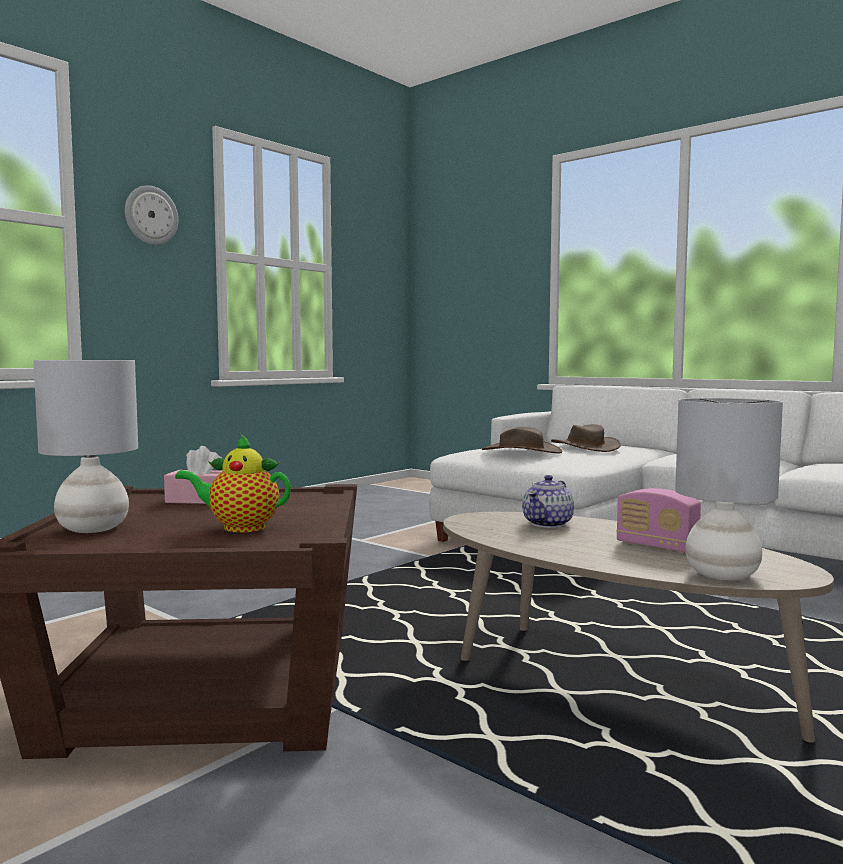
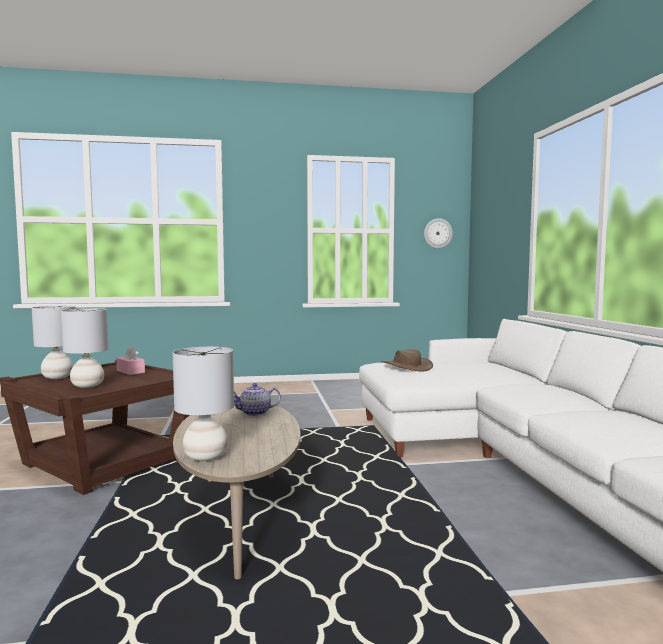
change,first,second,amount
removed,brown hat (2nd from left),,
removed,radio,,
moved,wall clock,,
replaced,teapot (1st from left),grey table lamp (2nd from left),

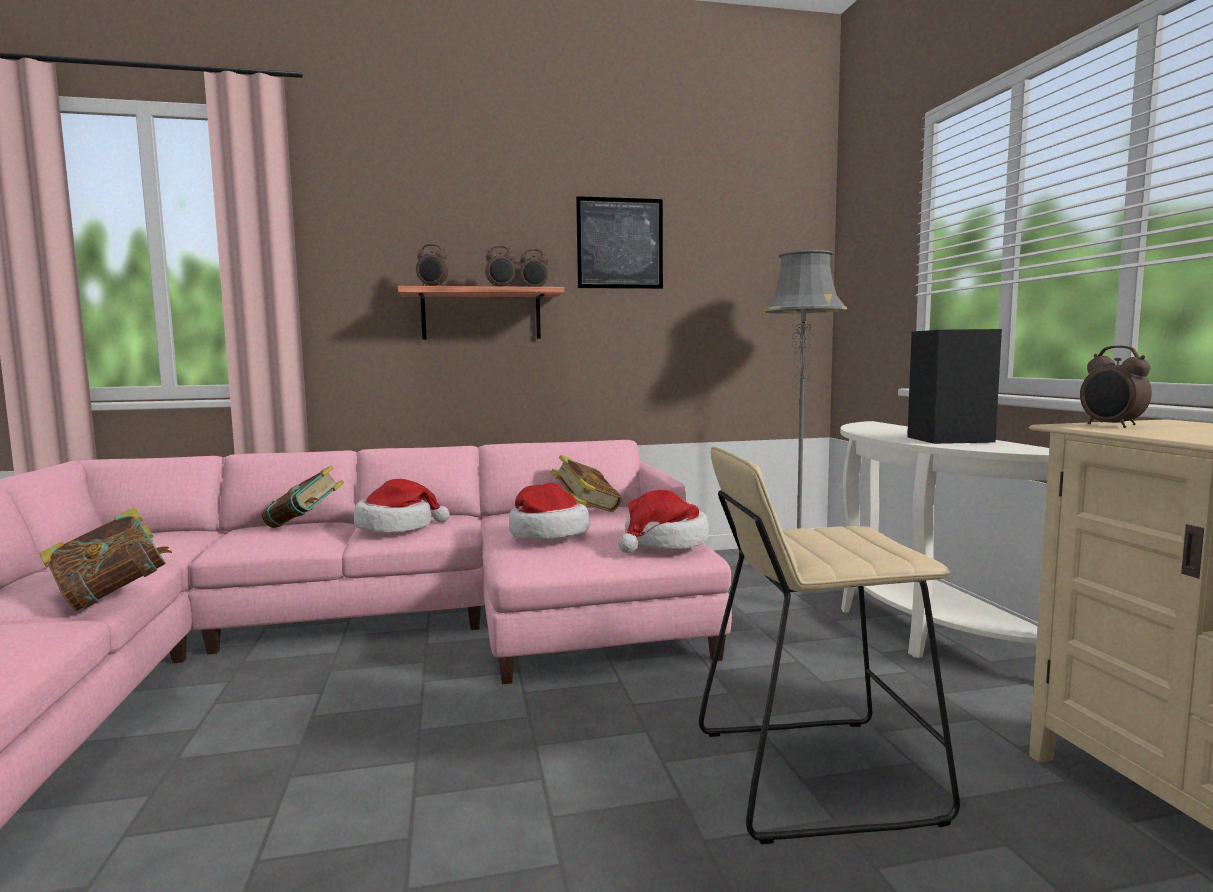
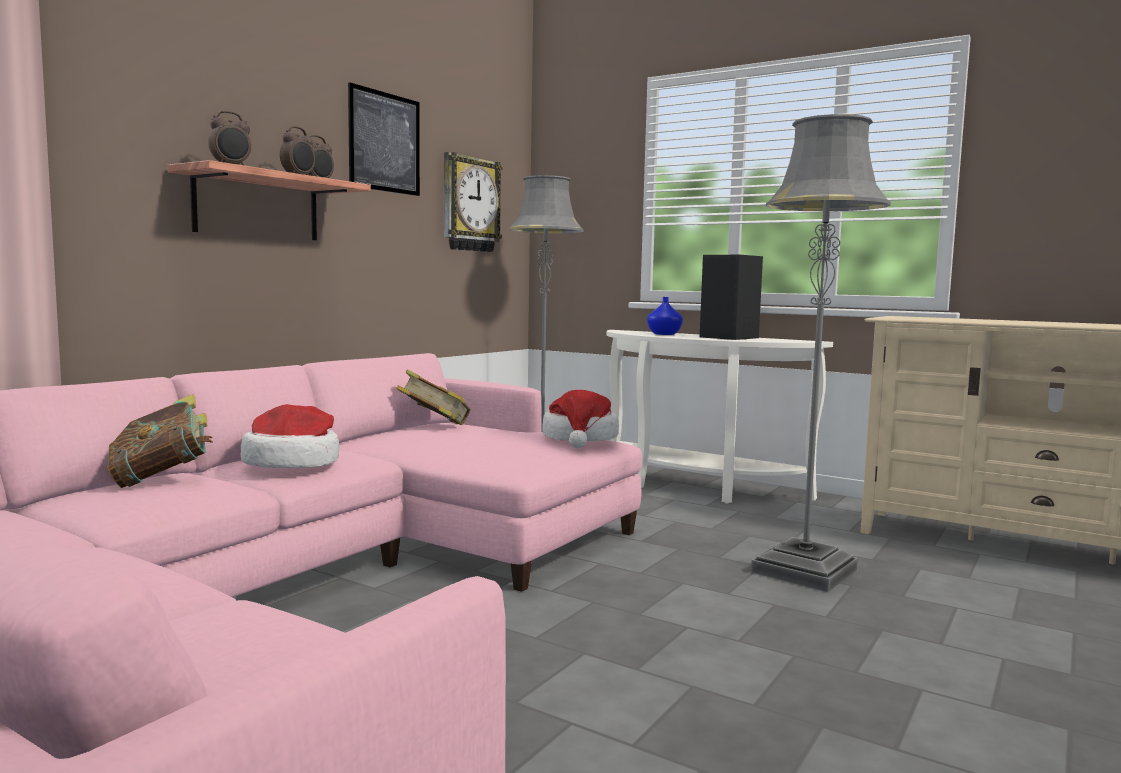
change,first,second,amount
removed,book (1st from left),,
removed,hat (2nd from left),,
removed,alarm clock (4th from left),,
added,,wall clock,
added,,blue vase,
replaced,beige stool,grey floor lamp (2nd from left),

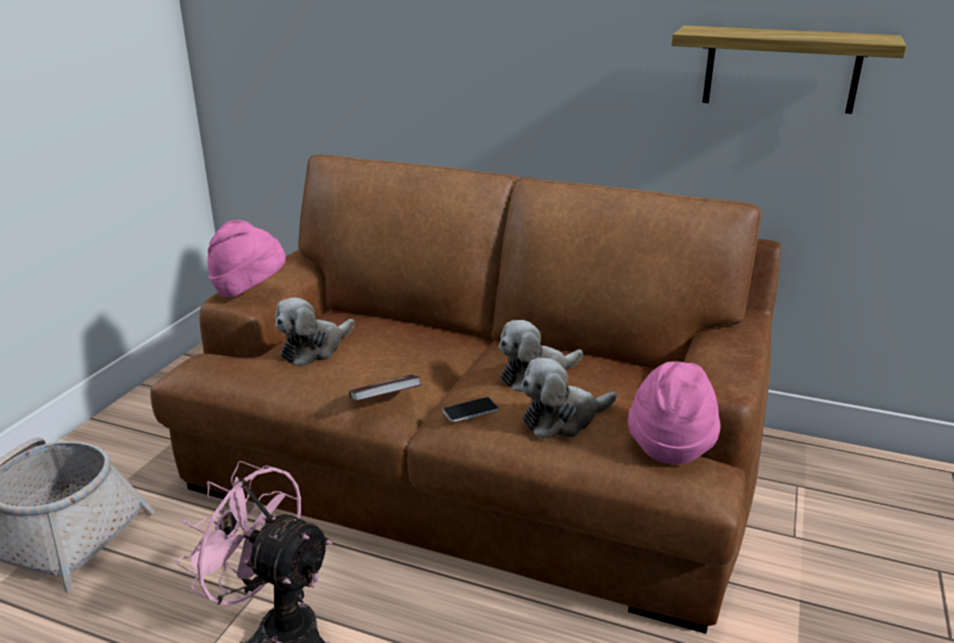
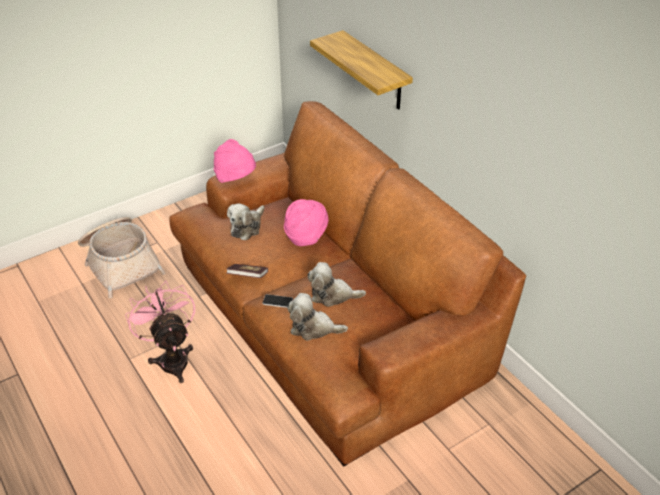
change,first,second,amount
moved,pink hat (2nd from left),,
moved,shelf,,
turned,plush toy (1st from left),,45 degrees counterclockwise

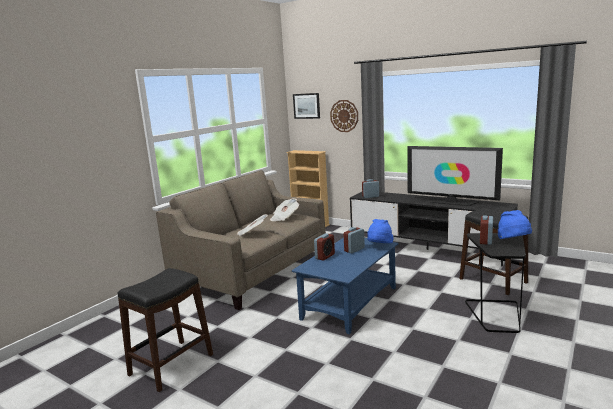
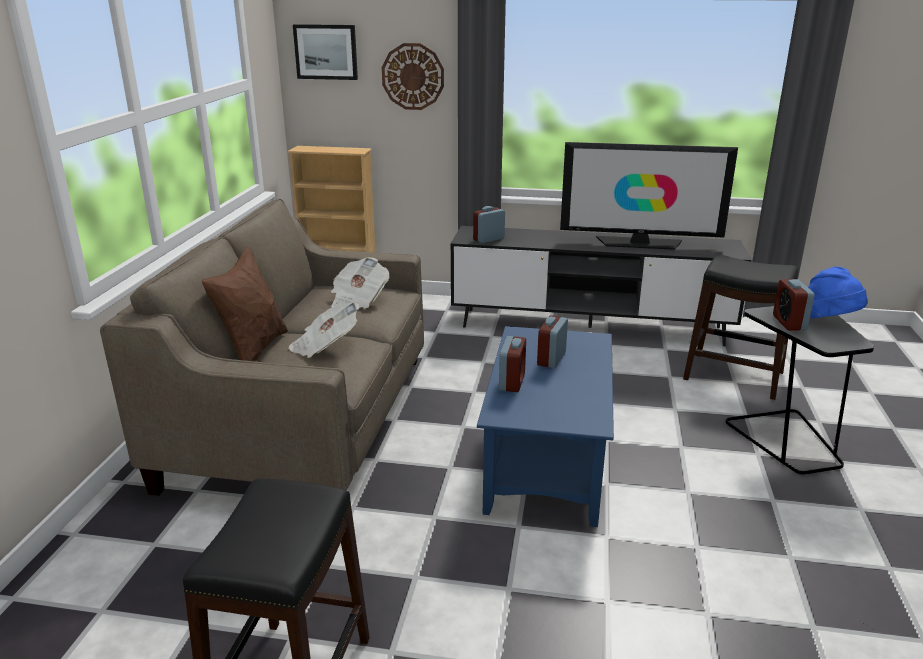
change,first,second,amount
removed,blue hat (1st from left),,
added,,brown pillow,

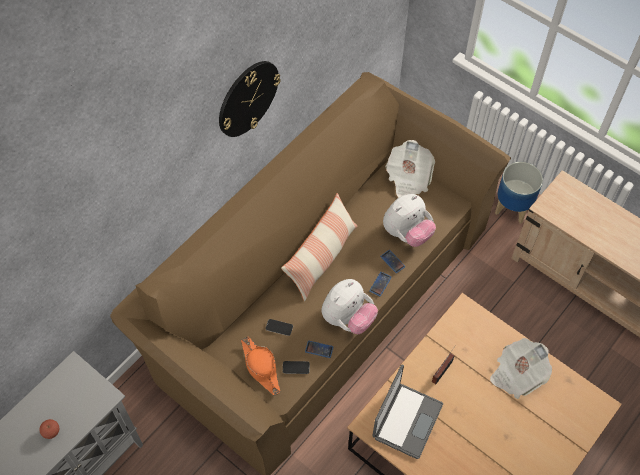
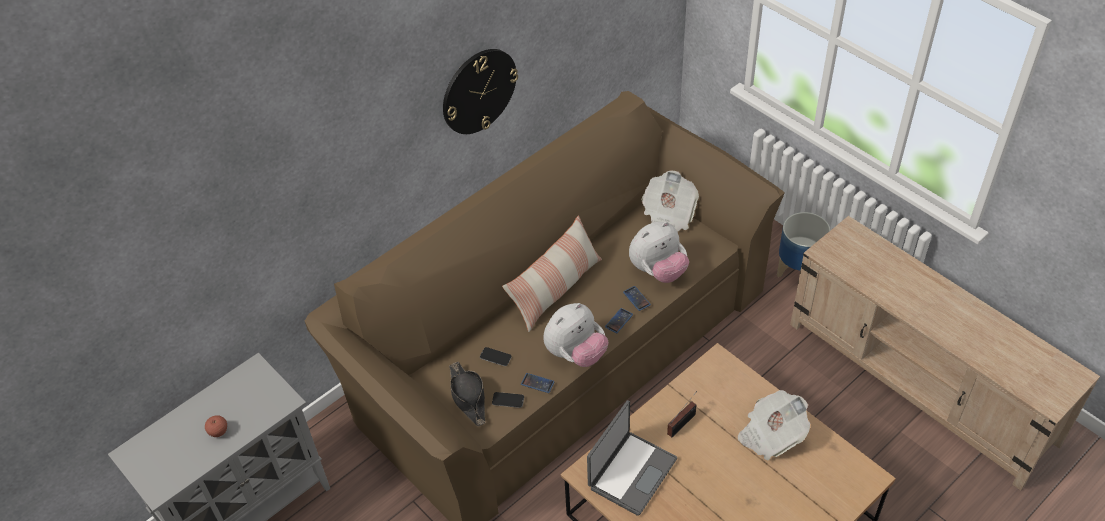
change,first,second,amount
recoloured,orange hat,black hat,

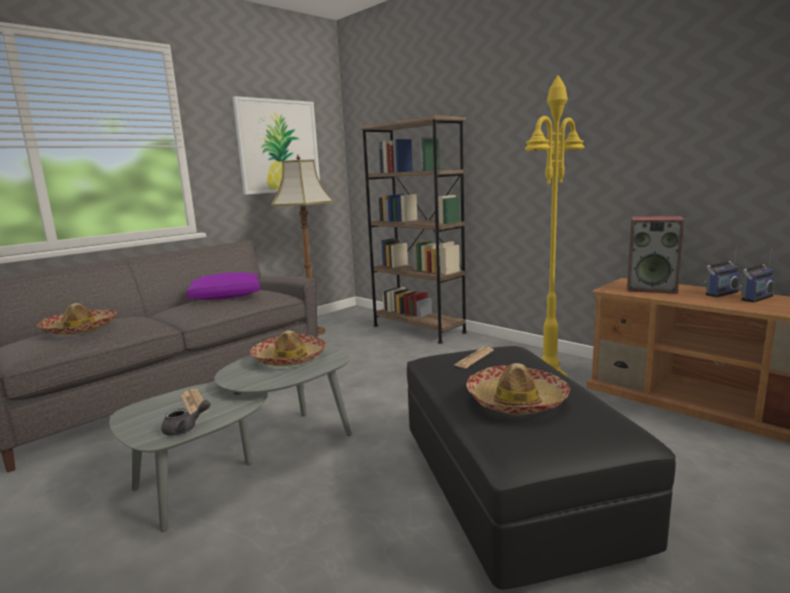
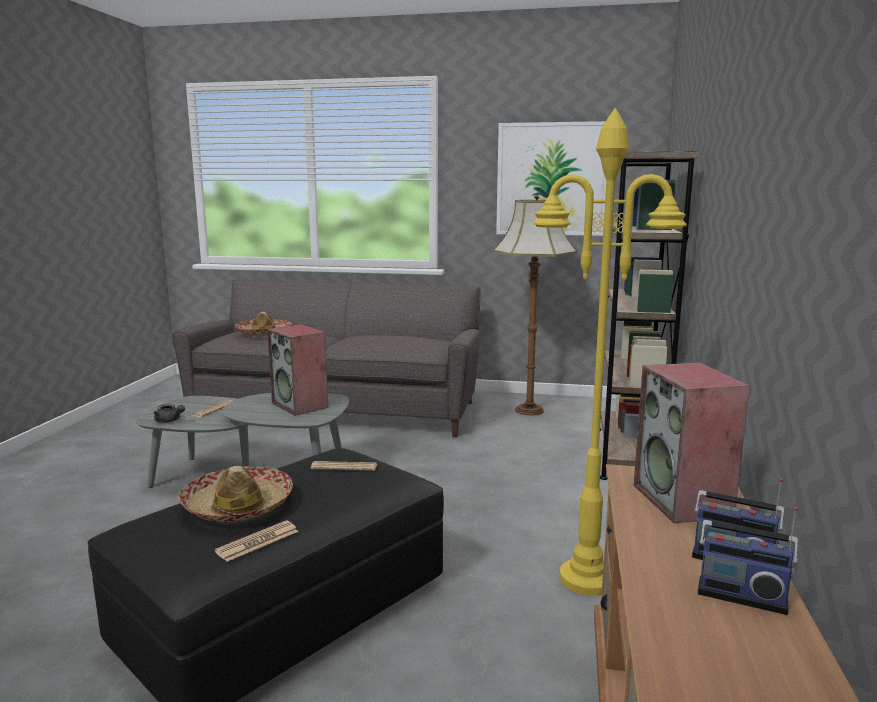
change,first,second,amount
removed,purple pillow,,
added,,newspaper (2nd from left),
replaced,hat (2nd from left),speaker (1st from left),

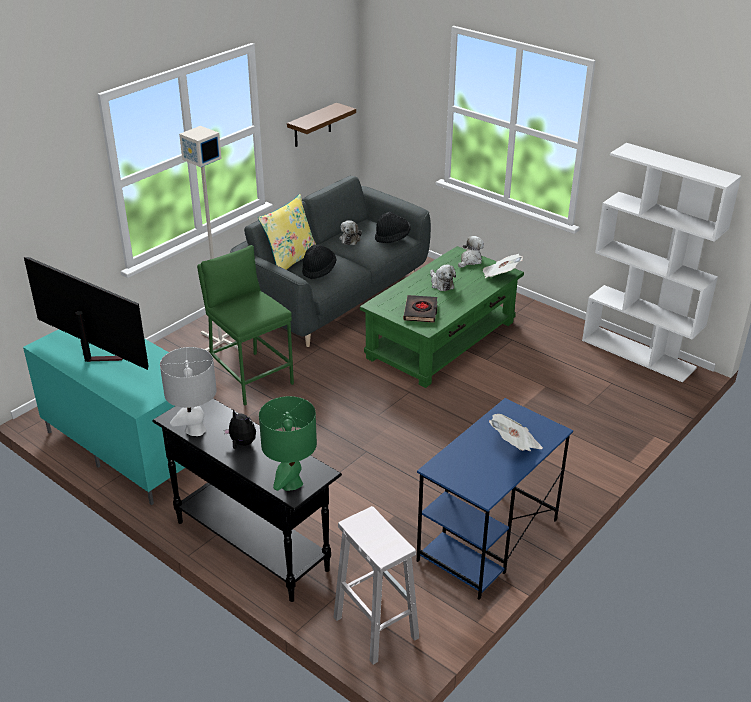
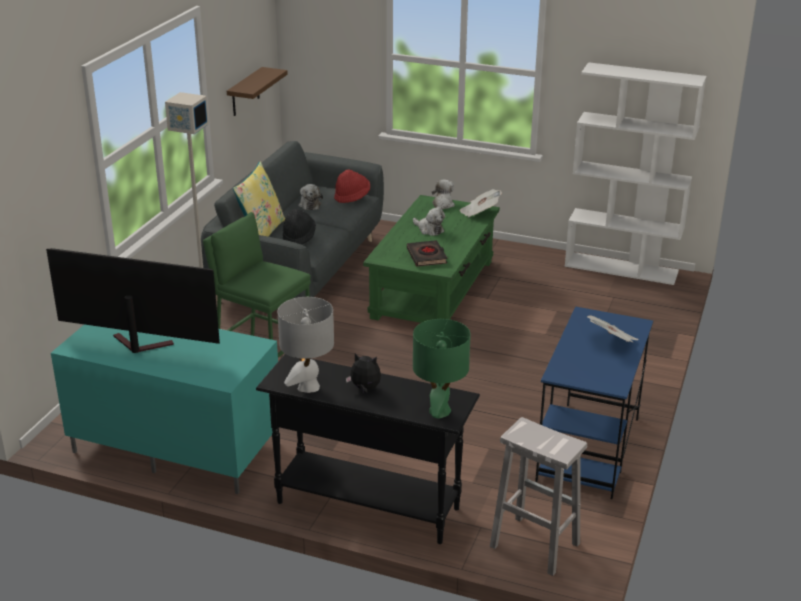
change,first,second,amount
recoloured,black hat (2nd from left),red hat,

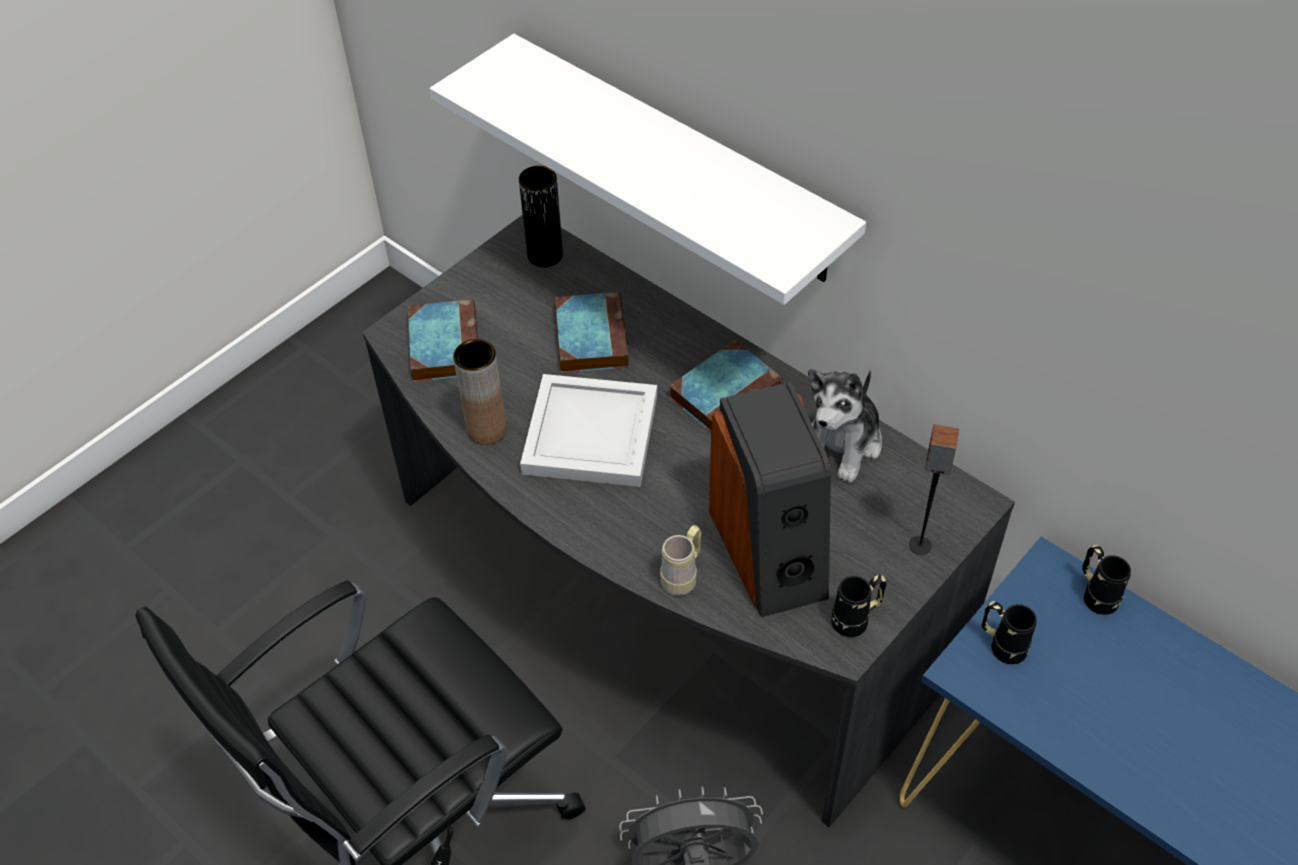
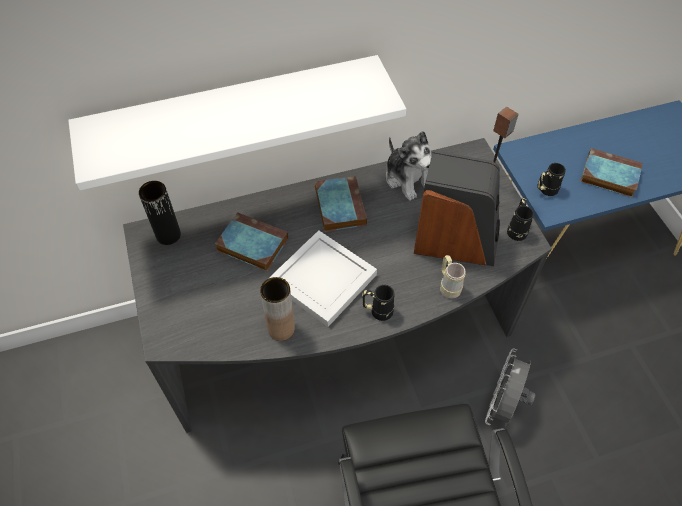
change,first,second,amount
moved,book (1st from left in the first image),book (3rd from left),
moved,black mug (3rd from left in the first image),black mug (1st from left),

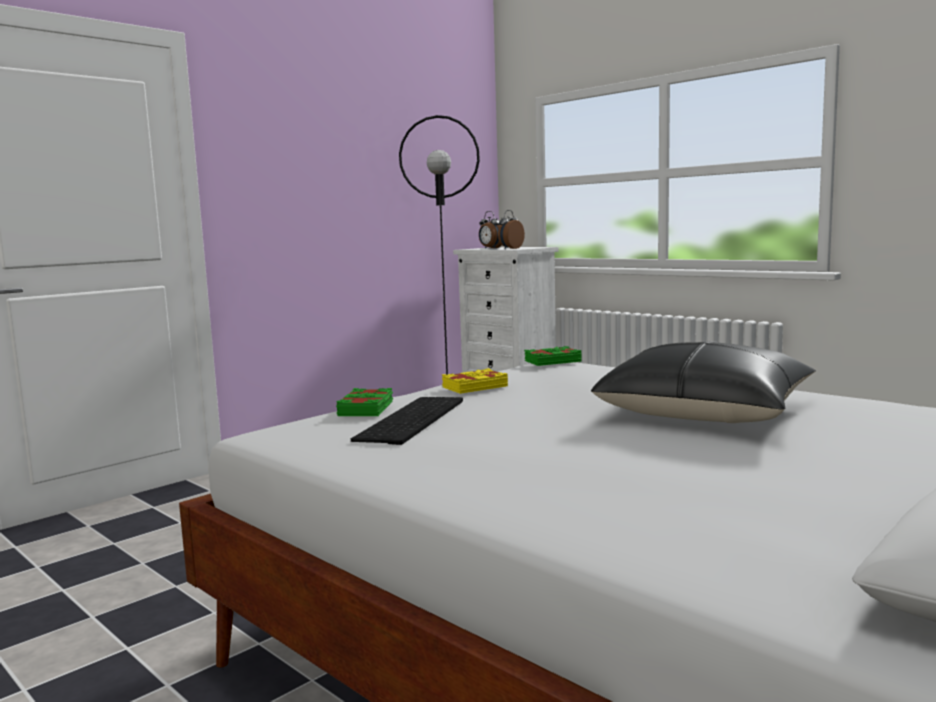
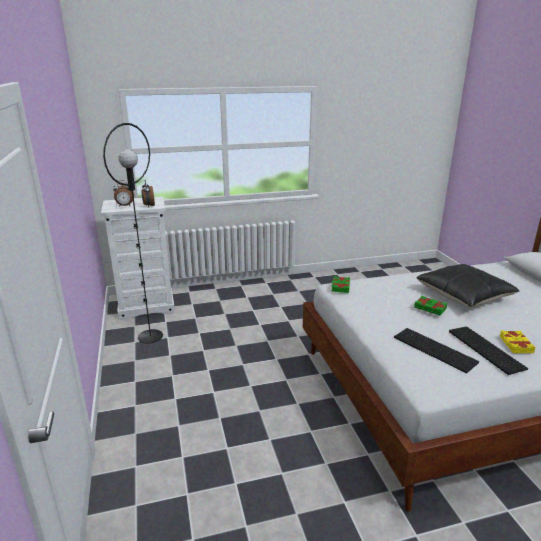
change,first,second,amount
added,,keyboard (2nd from left),
moved,green book (1st from left in the first image),green book (2nd from left),
moved,yellow book,,

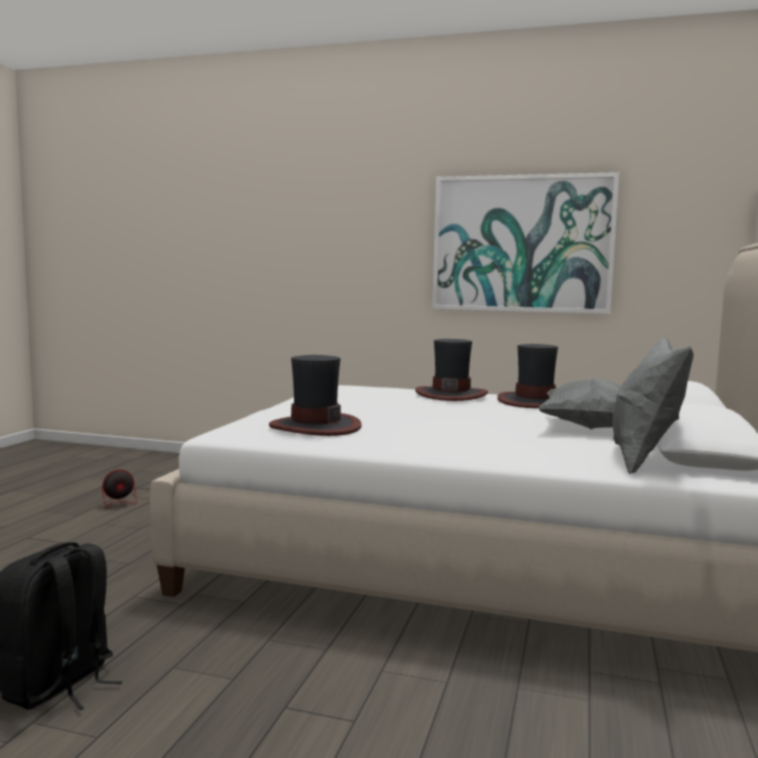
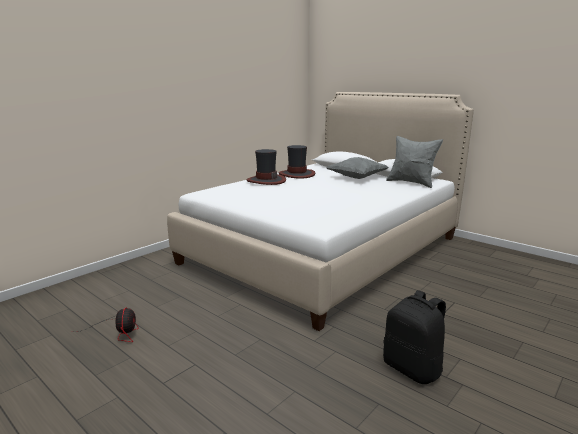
change,first,second,amount
removed,hat (1st from left),,
removed,picture,,

